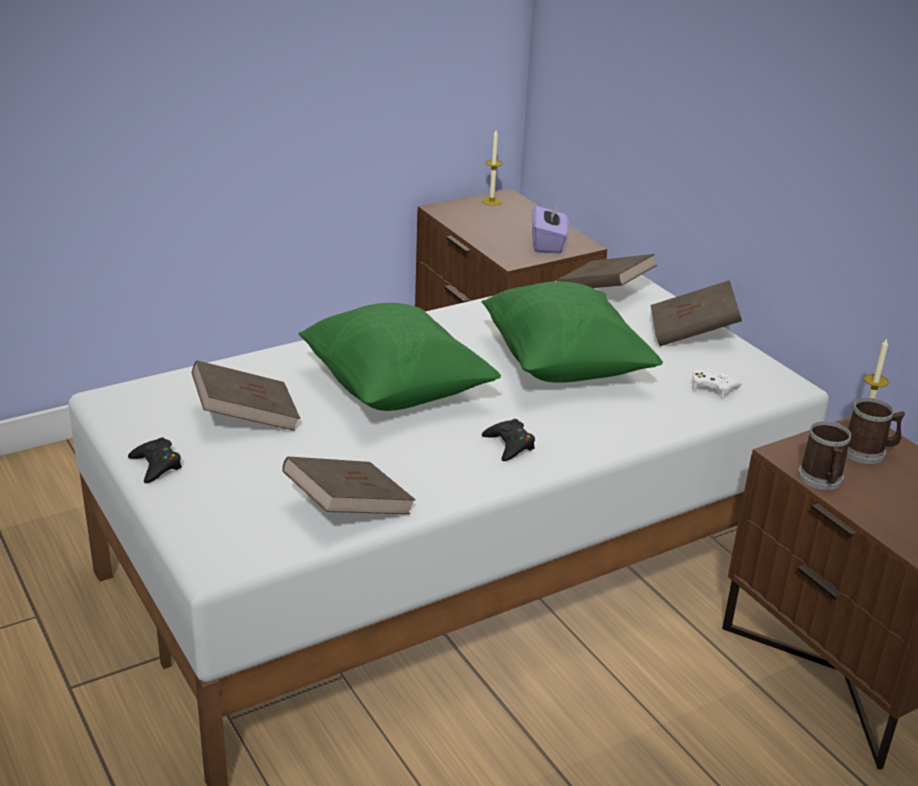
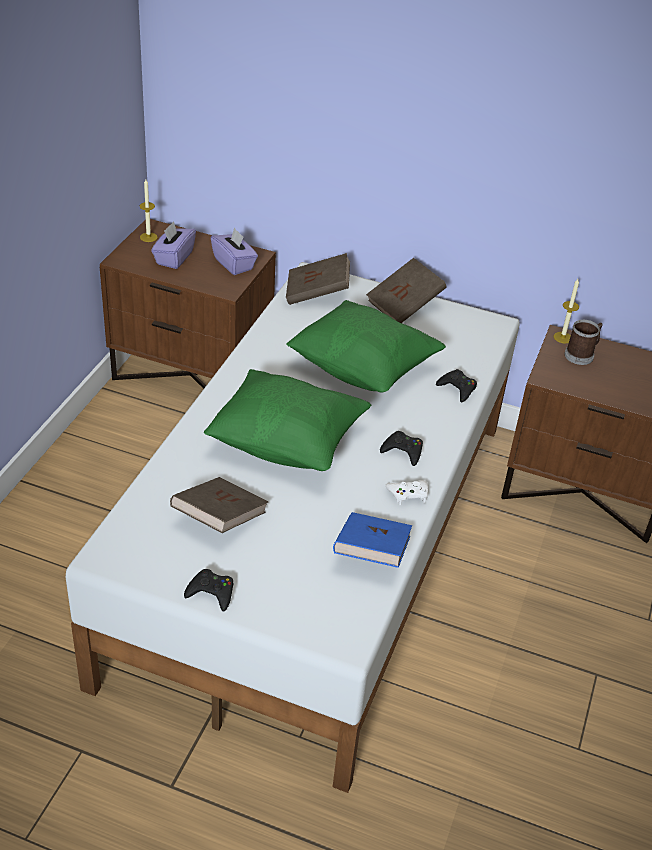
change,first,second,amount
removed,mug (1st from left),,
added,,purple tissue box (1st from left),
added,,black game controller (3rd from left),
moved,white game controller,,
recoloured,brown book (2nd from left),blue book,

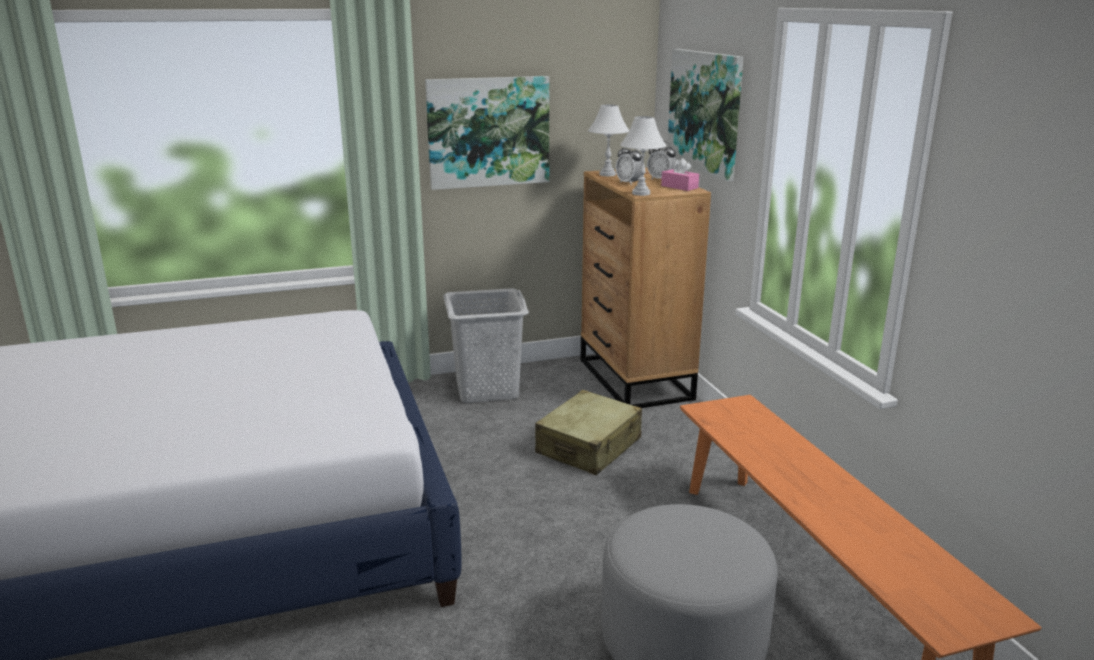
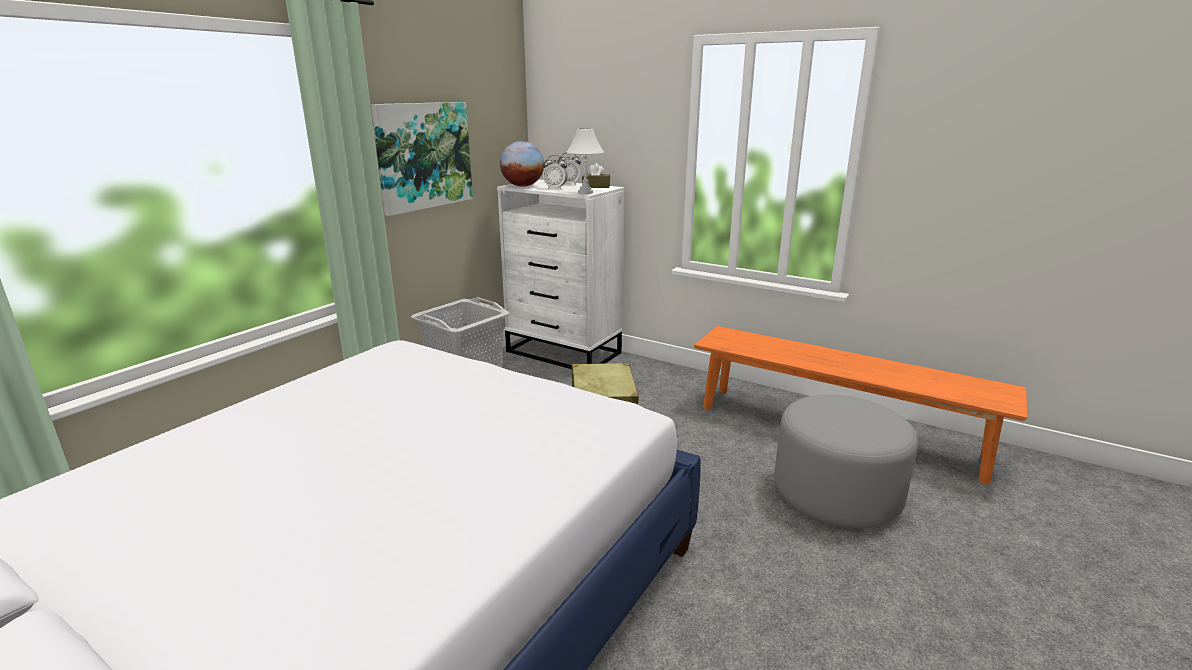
change,first,second,amount
removed,picture (2nd from left),,
replaced,white table lamp (1st from left),globe,
recoloured,brown dresser,white dresser,
recoloured,pink tissue box,brown tissue box,

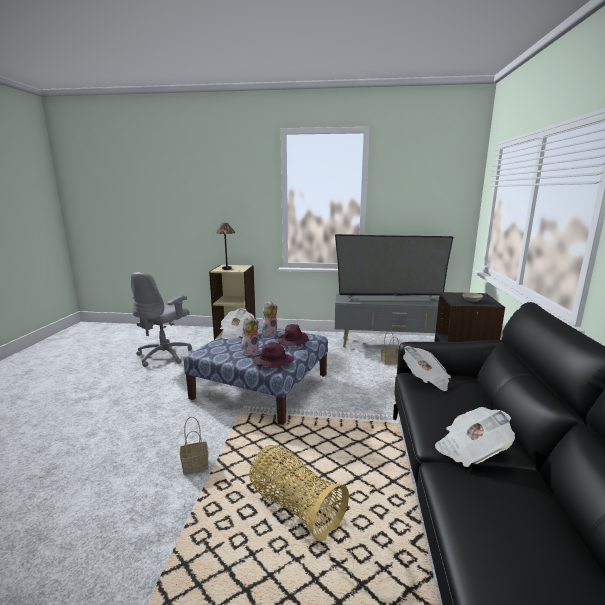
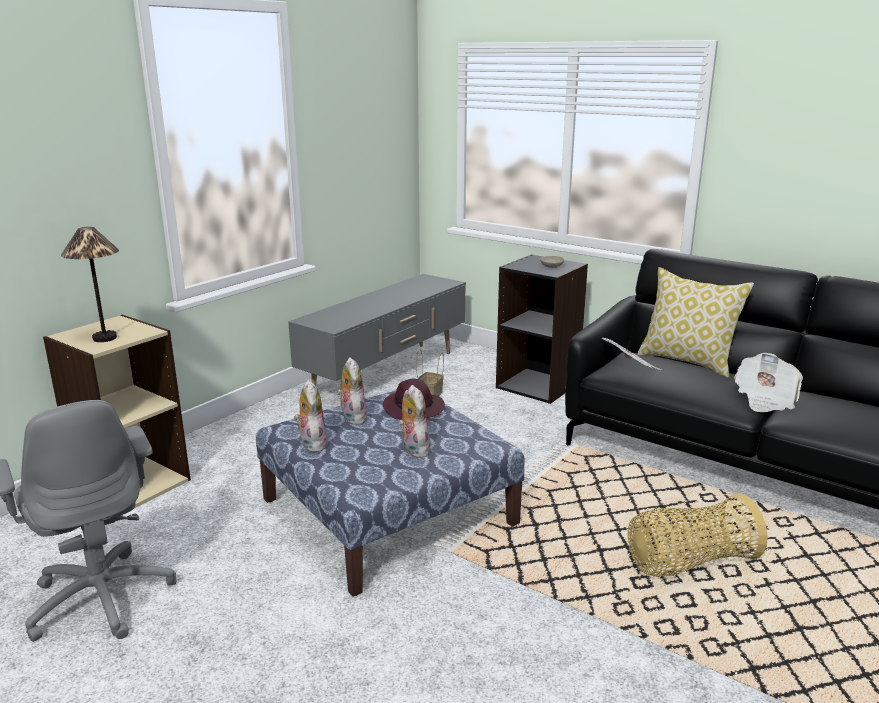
change,first,second,amount
removed,basket (1st from left),,
removed,purple hat (1st from left),,
removed,television,,
added,,pillow,
replaced,newspaper (1st from left),plush toy (1st from left),

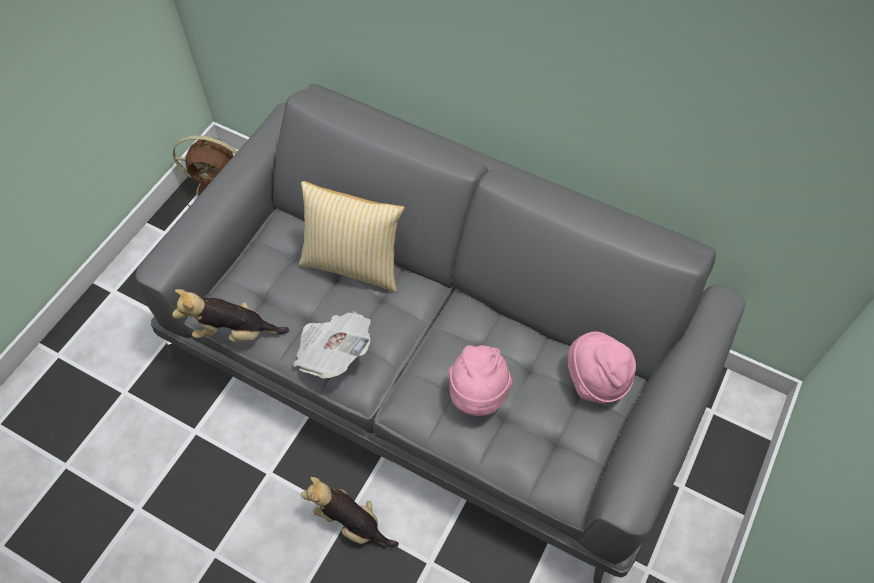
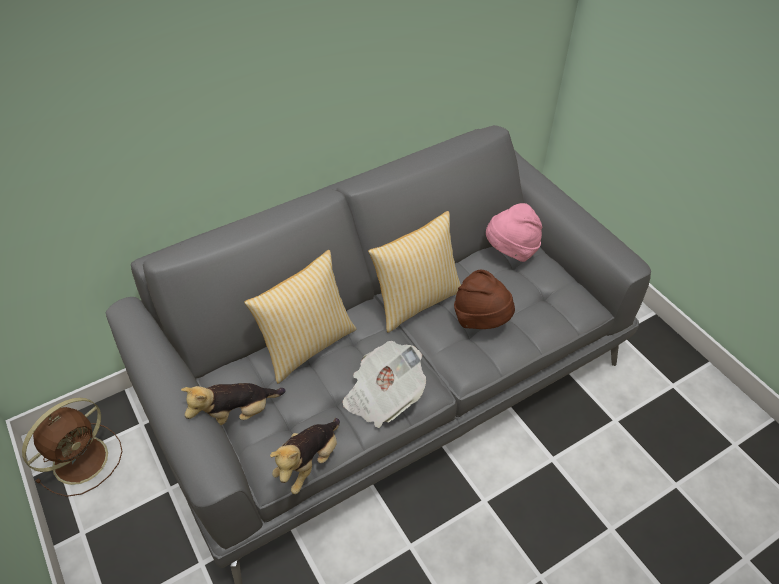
change,first,second,amount
added,,pillow (2nd from left),
moved,plush toy (2nd from left in the first image),plush toy (1st from left),
recoloured,pink hat (1st from left),brown hat,

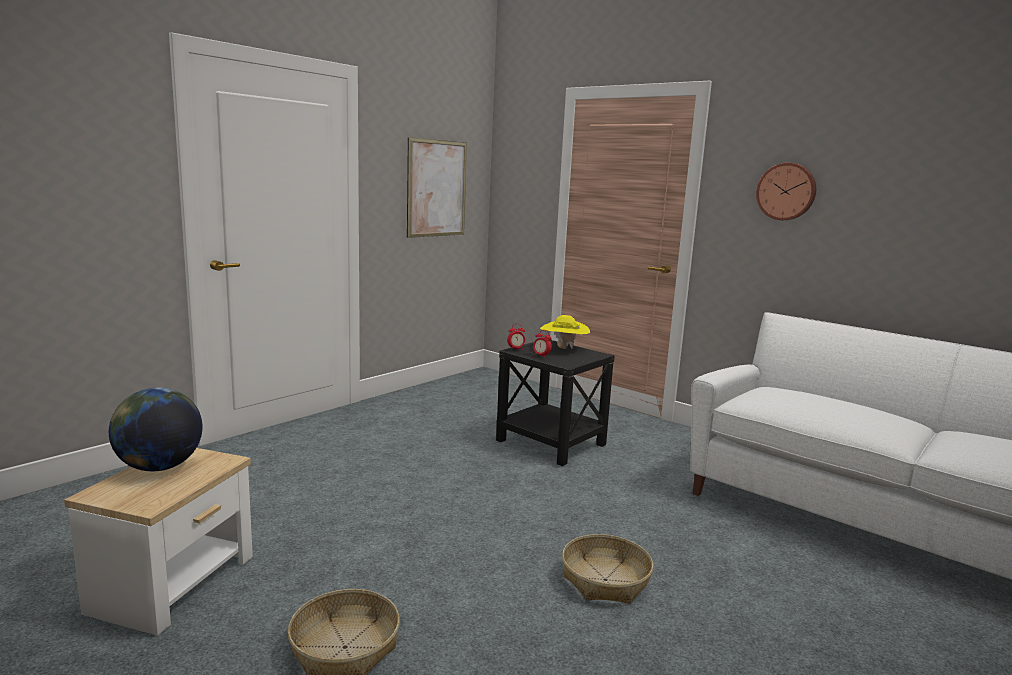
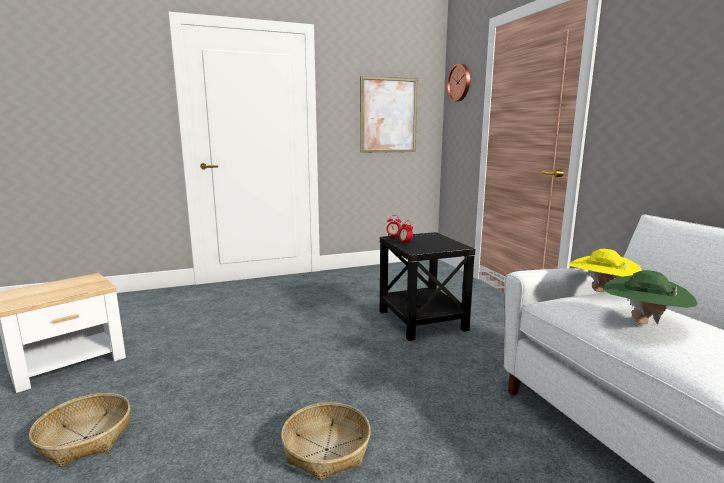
change,first,second,amount
removed,globe,,
added,,green hat,
moved,yellow hat,,
moved,wall clock,,

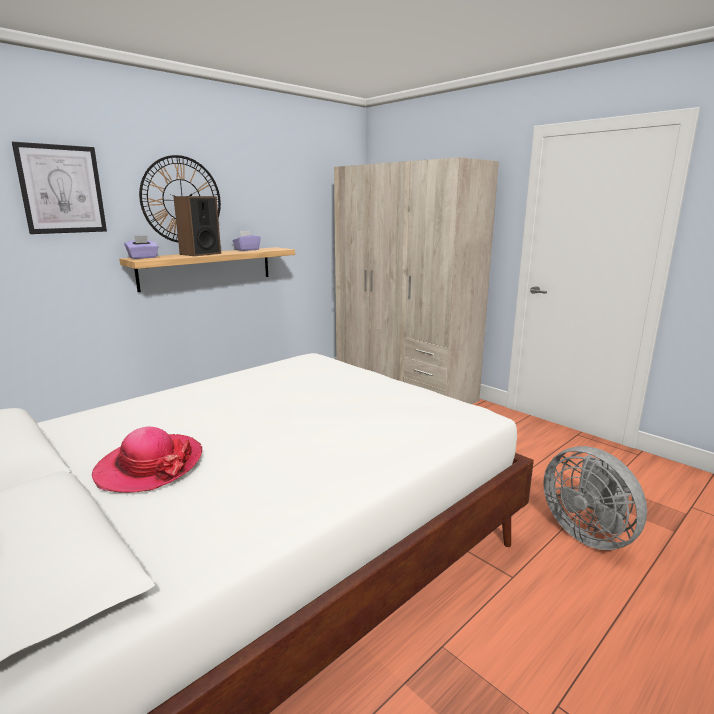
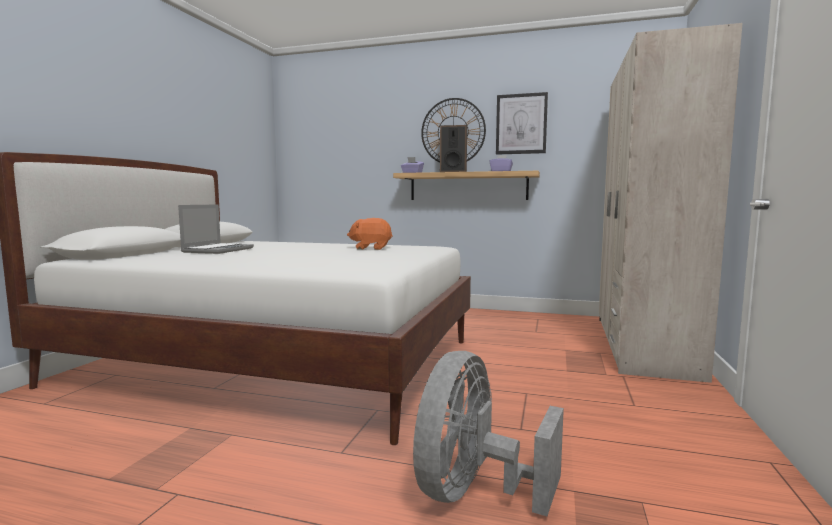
change,first,second,amount
added,,orange plush toy,
moved,picture,,
replaced,hat,laptop,

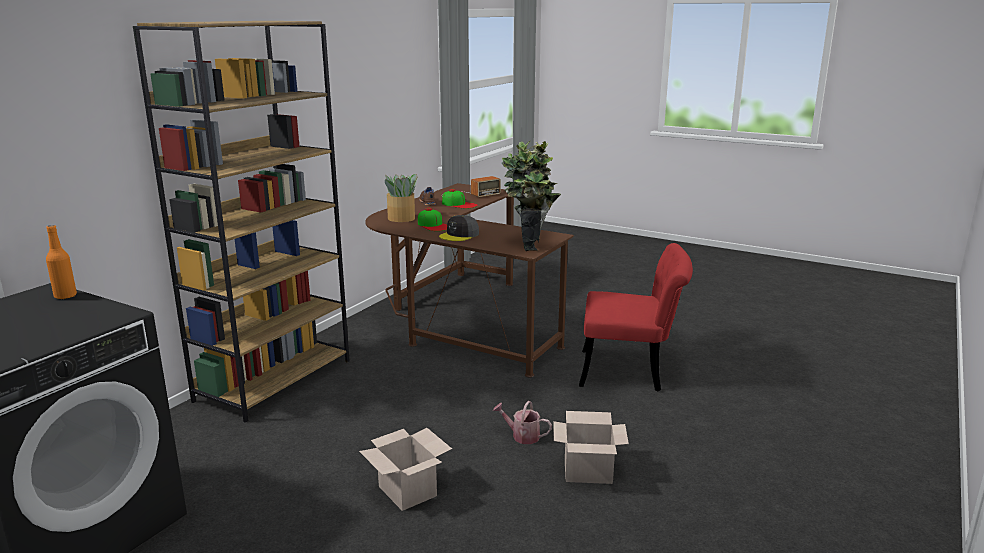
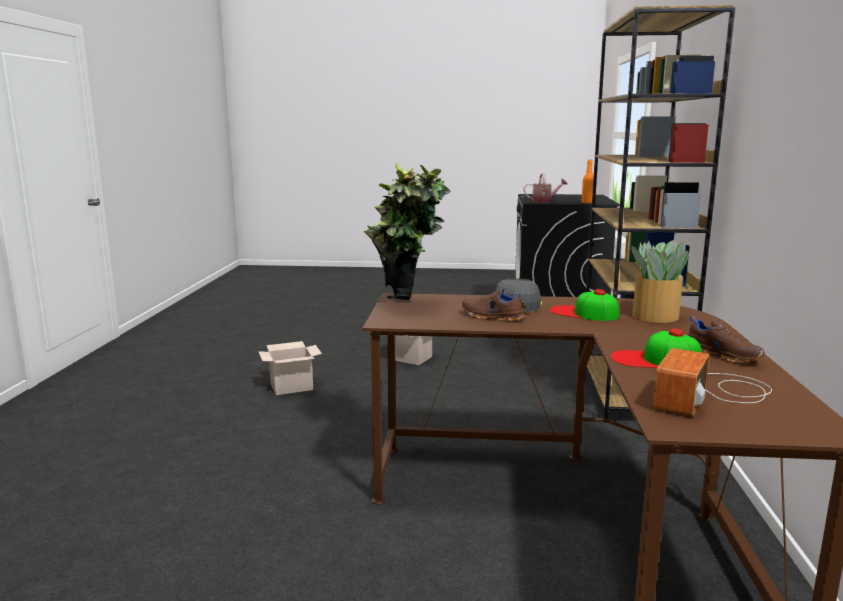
change,first,second,amount
removed,red chair,,
added,,brown shoe (1st from left),
moved,watering can,,

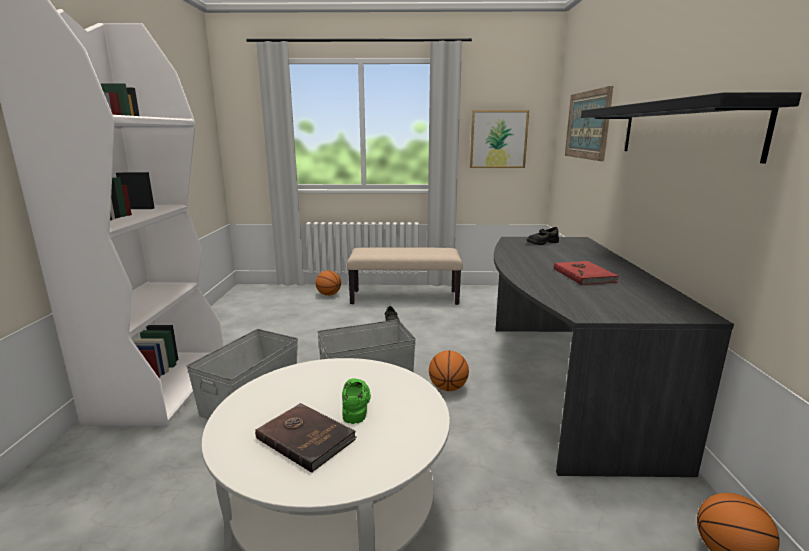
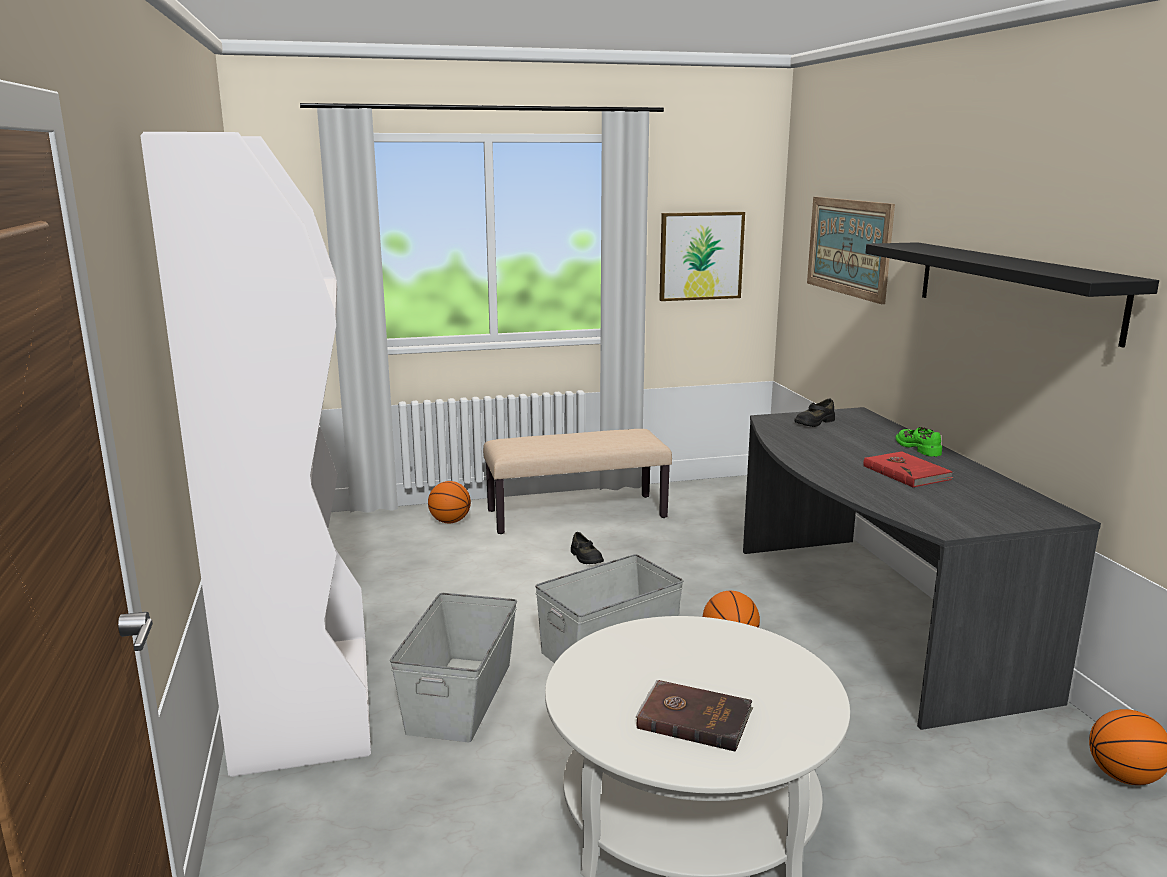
change,first,second,amount
moved,green shoe,,

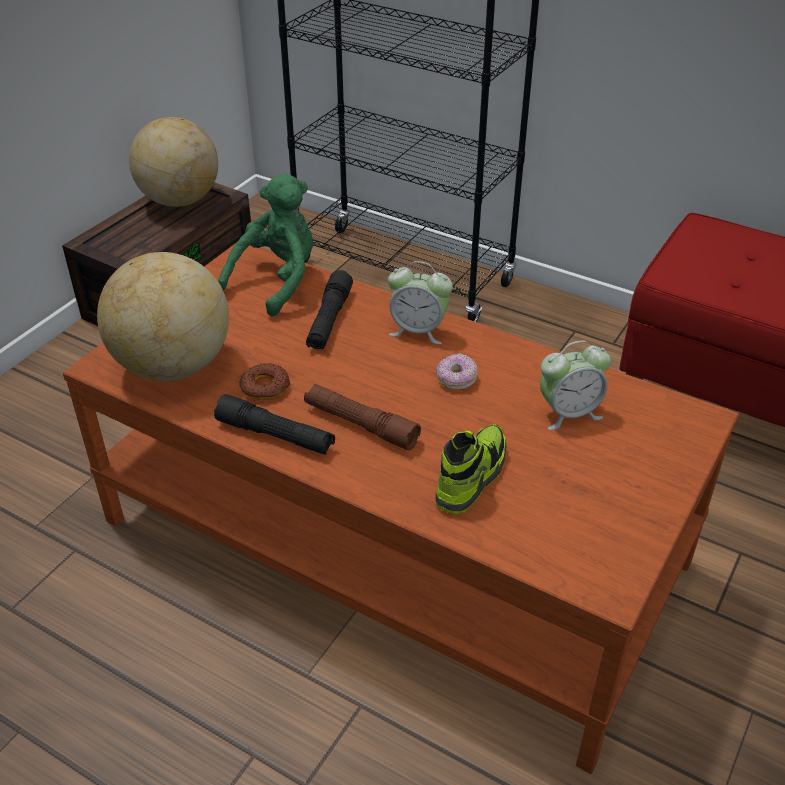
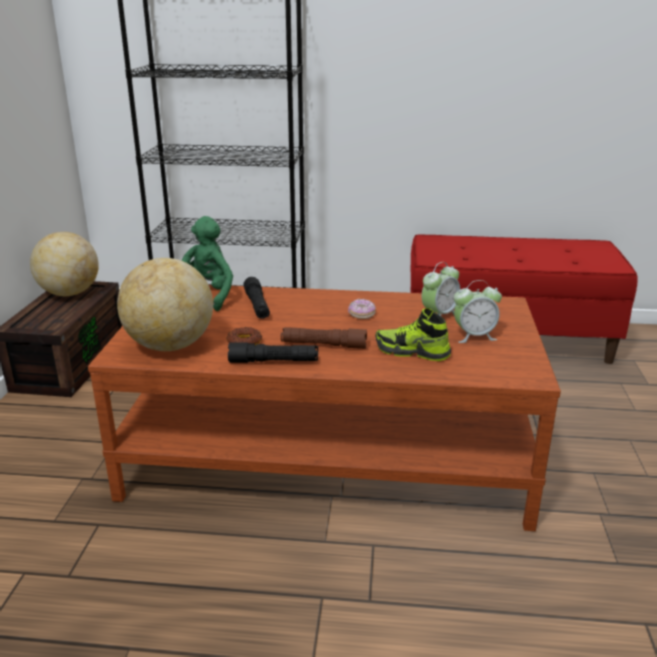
change,first,second,amount
moved,alarm clock (1st from left in the first image),alarm clock (2nd from left),
turned,shoe,,75 degrees counterclockwise

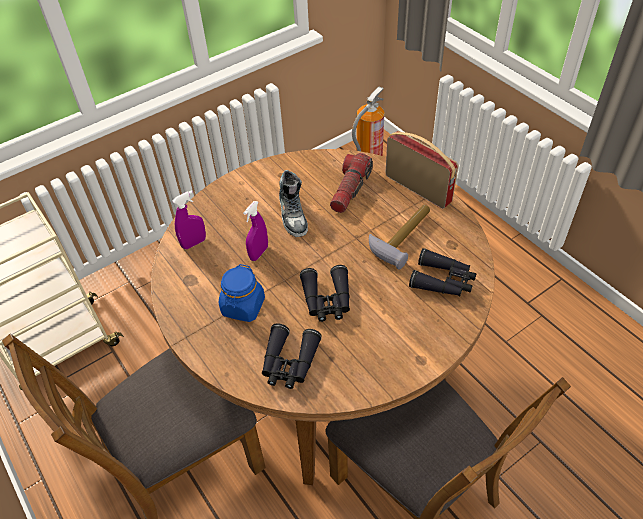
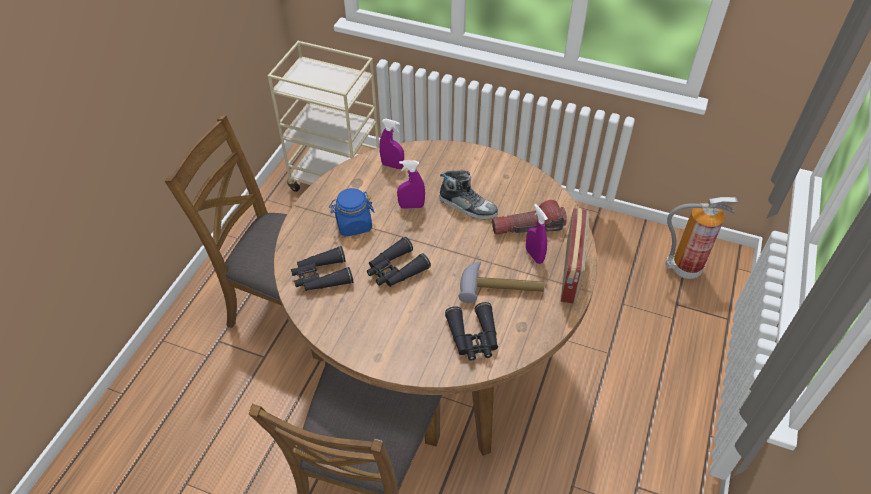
change,first,second,amount
added,,purple spray bottle (3rd from left),
turned,shoe,,105 degrees counterclockwise

